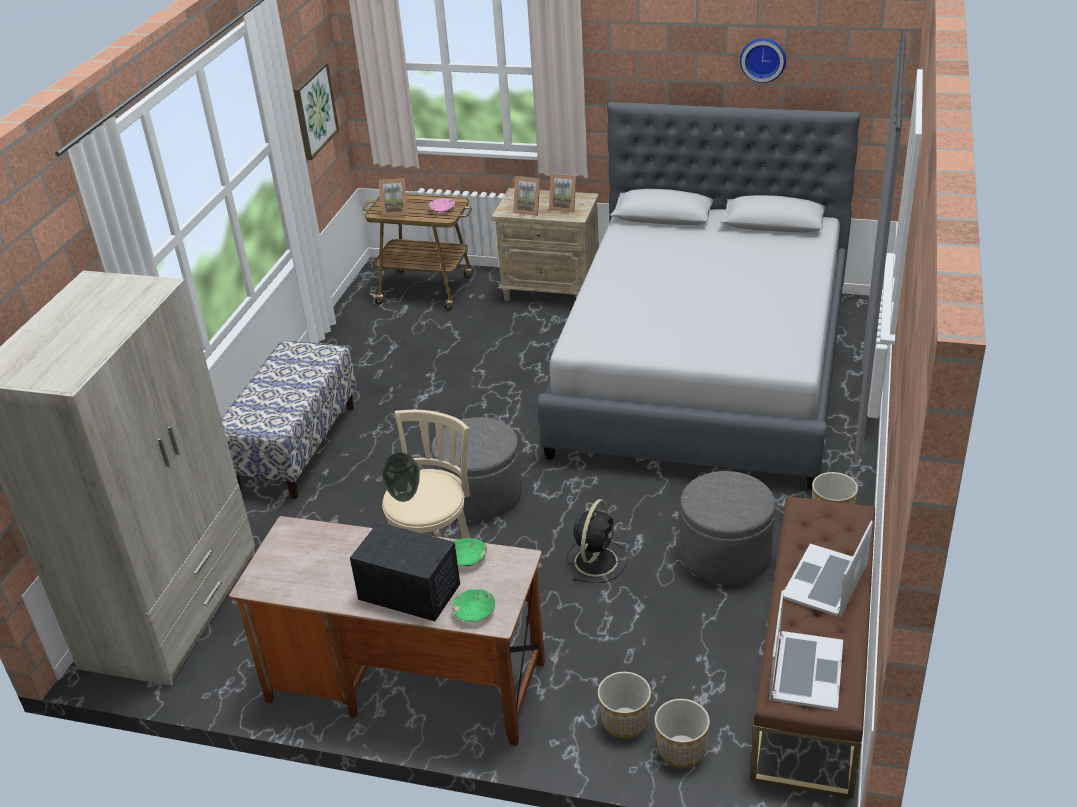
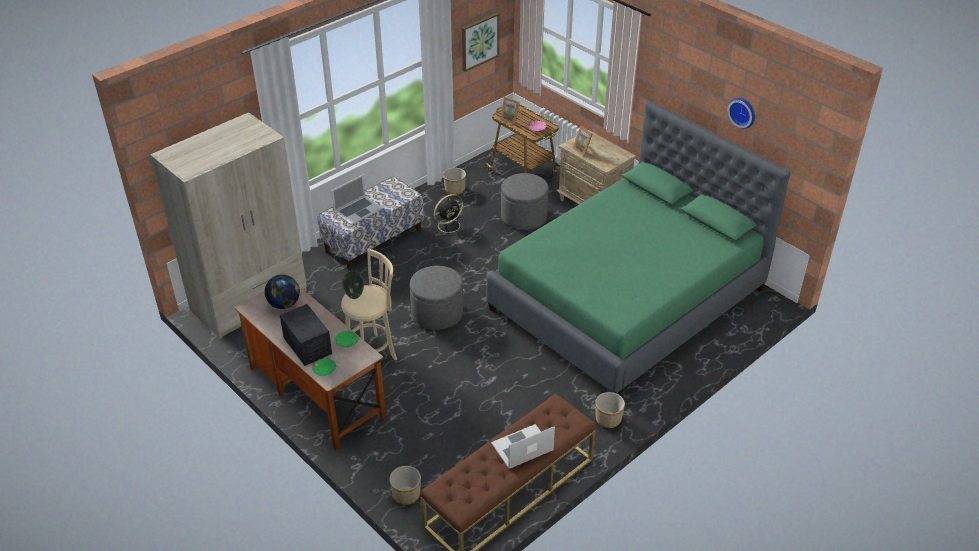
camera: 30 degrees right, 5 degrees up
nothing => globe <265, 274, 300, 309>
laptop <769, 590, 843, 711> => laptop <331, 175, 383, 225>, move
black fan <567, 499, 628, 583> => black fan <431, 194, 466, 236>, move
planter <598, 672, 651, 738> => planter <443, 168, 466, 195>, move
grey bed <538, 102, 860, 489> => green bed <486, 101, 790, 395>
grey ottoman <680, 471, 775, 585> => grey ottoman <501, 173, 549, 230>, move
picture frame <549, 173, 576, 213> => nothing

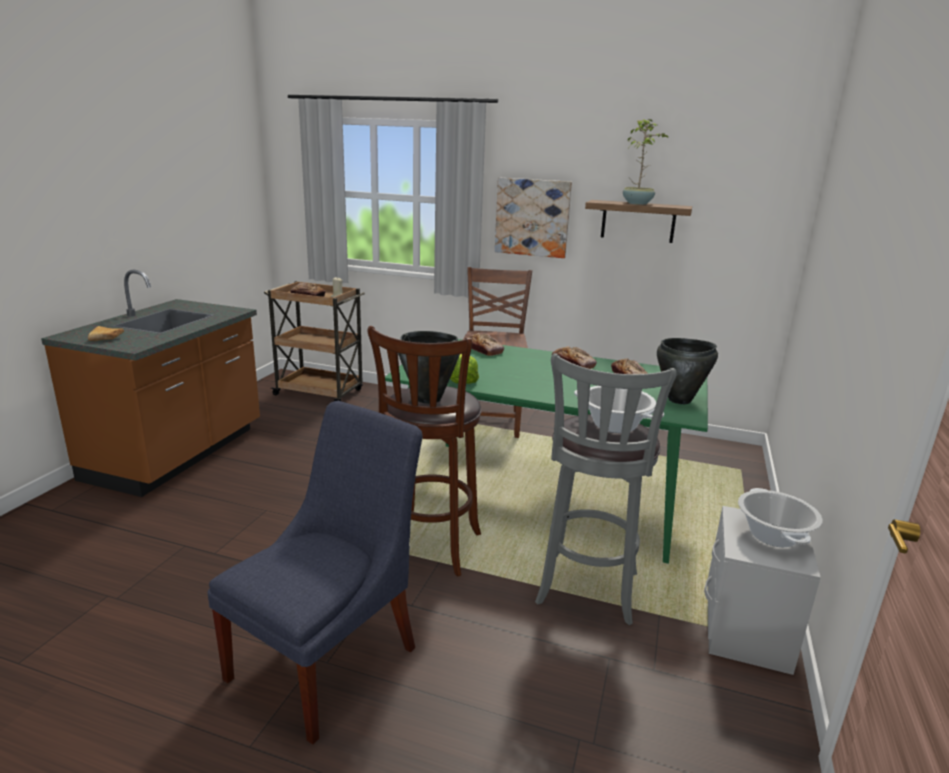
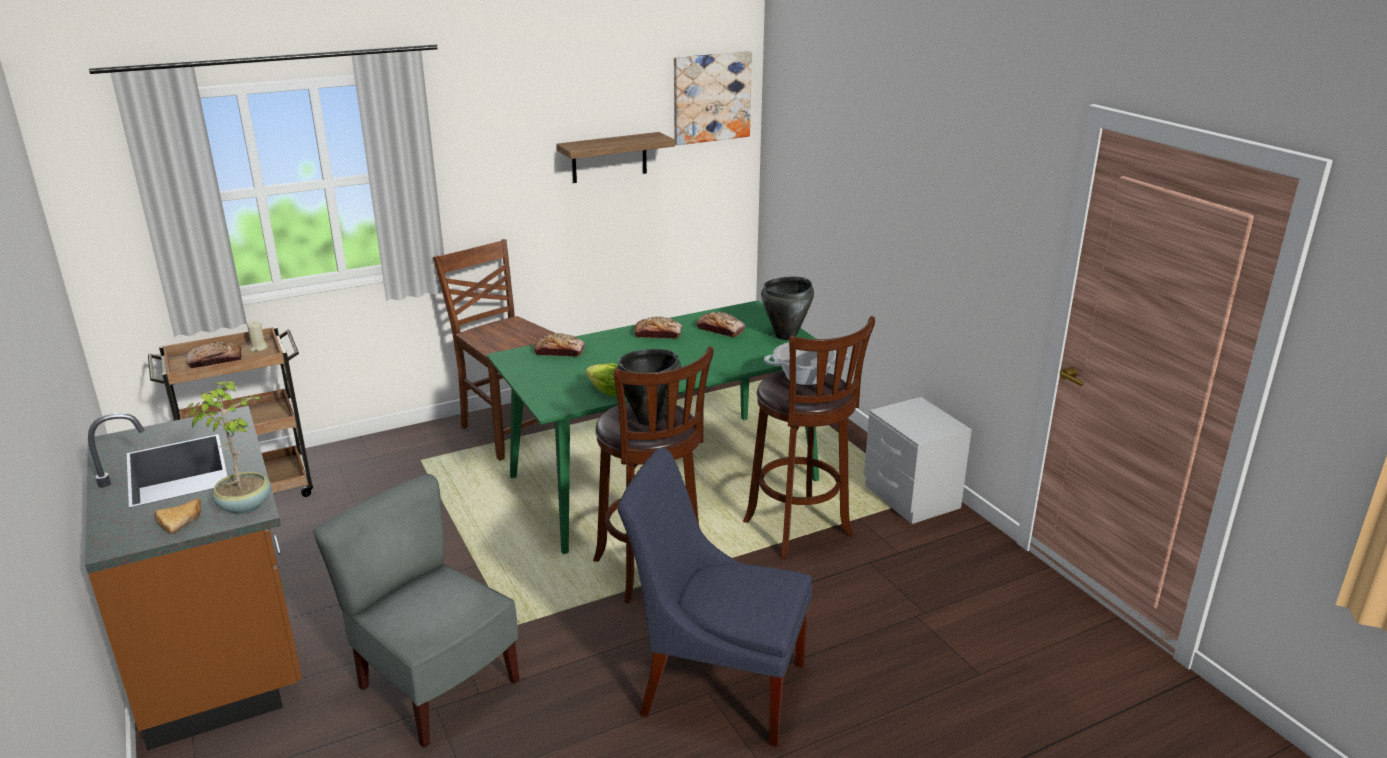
camera: 45 degrees left, 5 degrees up
potted plant <623, 119, 669, 205> => potted plant <186, 381, 271, 515>, move
nothing => grey chair <313, 474, 519, 748>
blue chair <207, 401, 423, 745> => blue chair <618, 448, 812, 747>, 60 degrees counterclockwise
picture <495, 178, 572, 258> => picture <674, 51, 752, 145>, move
grey stool <535, 353, 677, 625> => brown stool <743, 316, 875, 560>
cooking pot <738, 488, 823, 547> => nothing

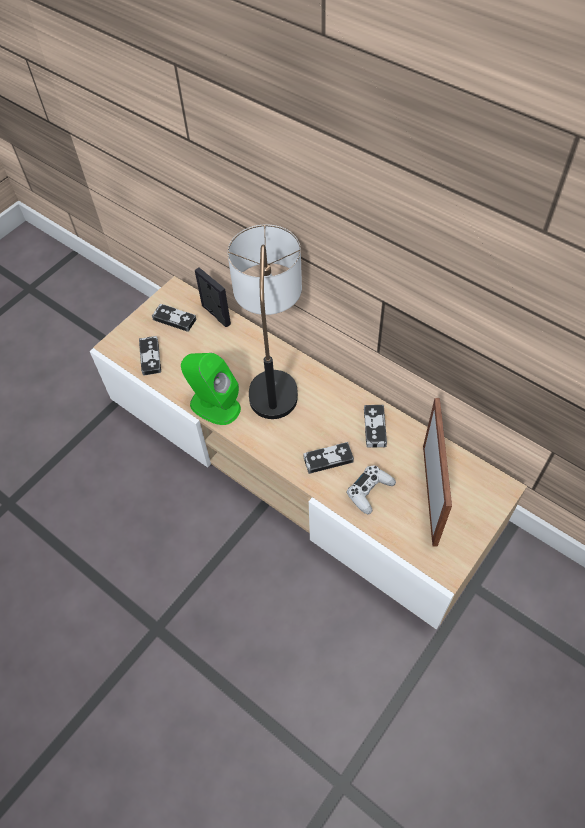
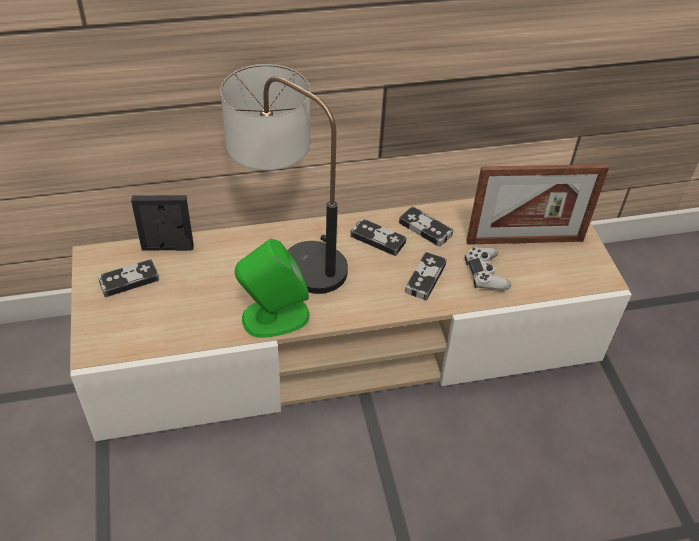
camera: 55 degrees left, 10 degrees down
game controller <139, 336, 161, 376> => game controller <350, 218, 407, 256>, move
picture frame <423, 398, 452, 546> => picture frame <466, 164, 609, 245>, 135 degrees clockwise

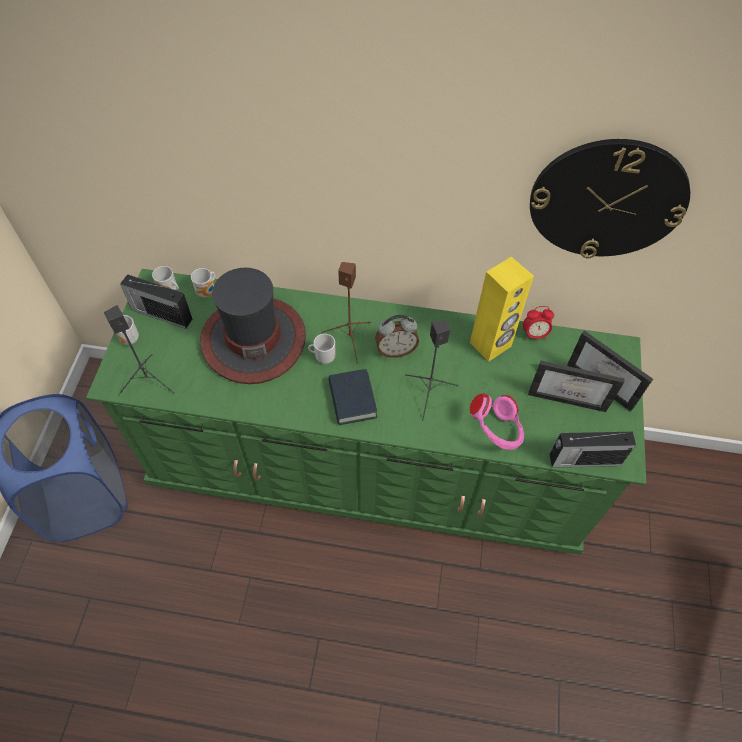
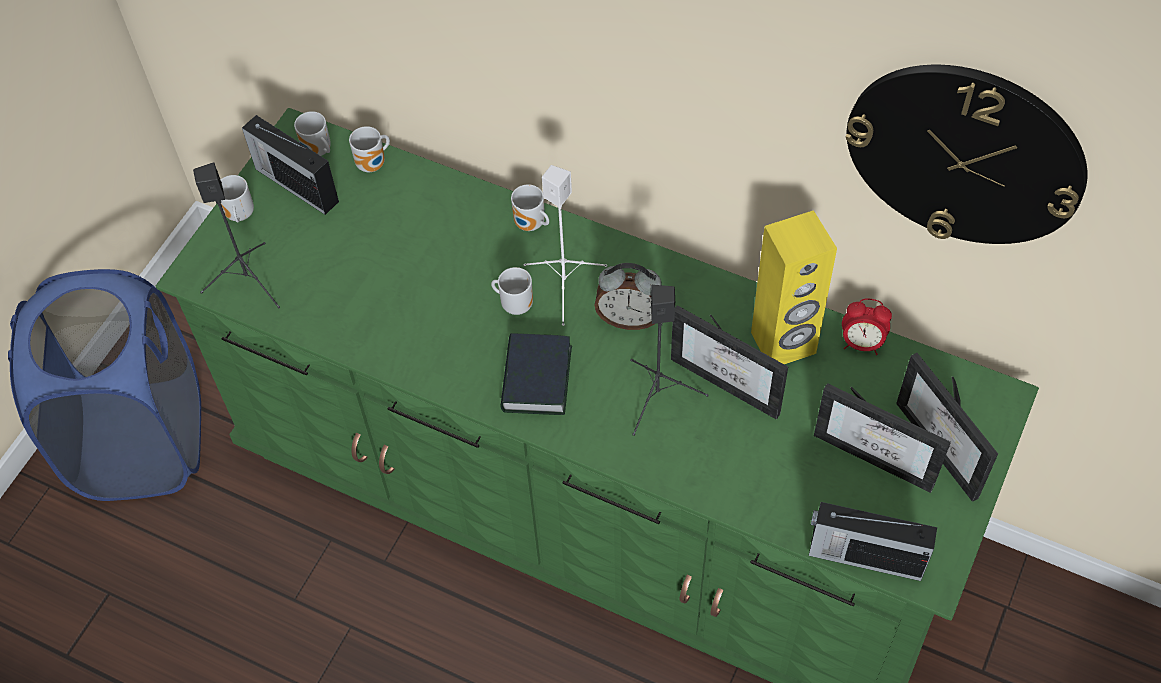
camera: 20 degrees right, 0 degrees up
nothing => mug <511, 184, 549, 231>
brown speaker <321, 262, 372, 364> => white speaker <524, 165, 607, 326>
nothing => picture frame <671, 305, 788, 420>
hat <200, 268, 306, 384> => nothing
pink headphones <470, 393, 524, 450> => nothing

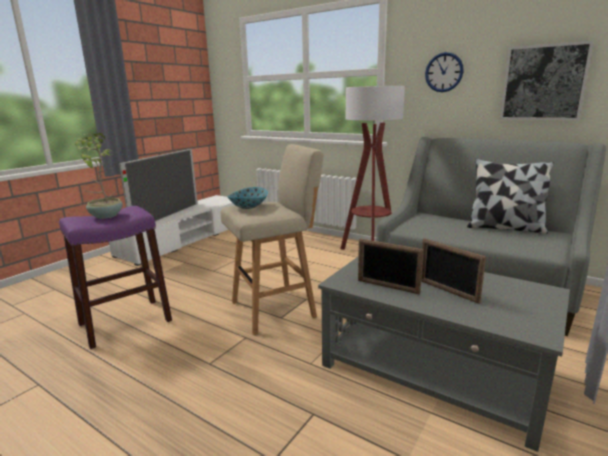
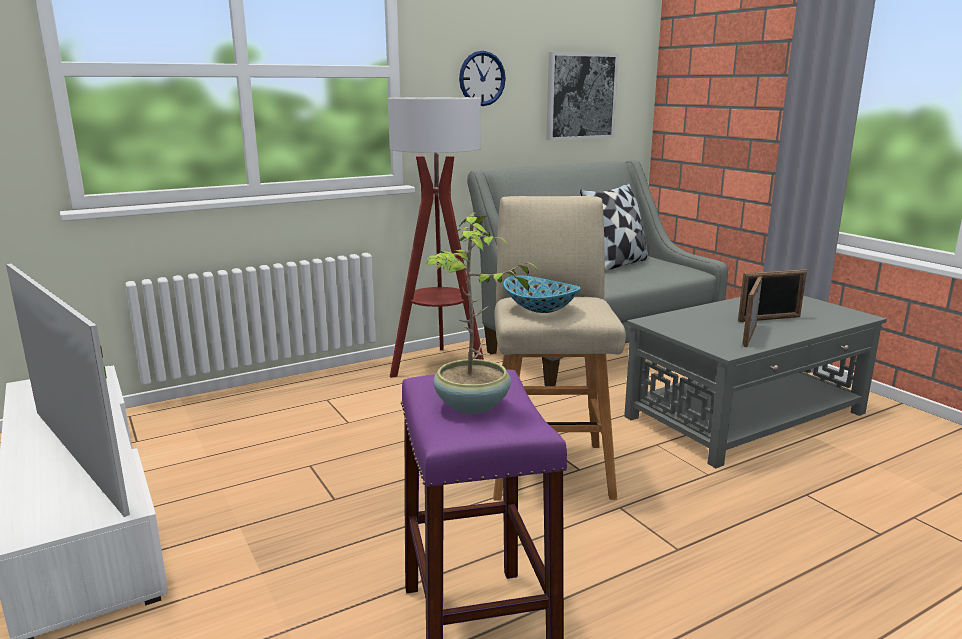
camera: 65 degrees left, 0 degrees up
picture frame <358, 239, 424, 294> => picture frame <742, 276, 762, 347>, 150 degrees clockwise

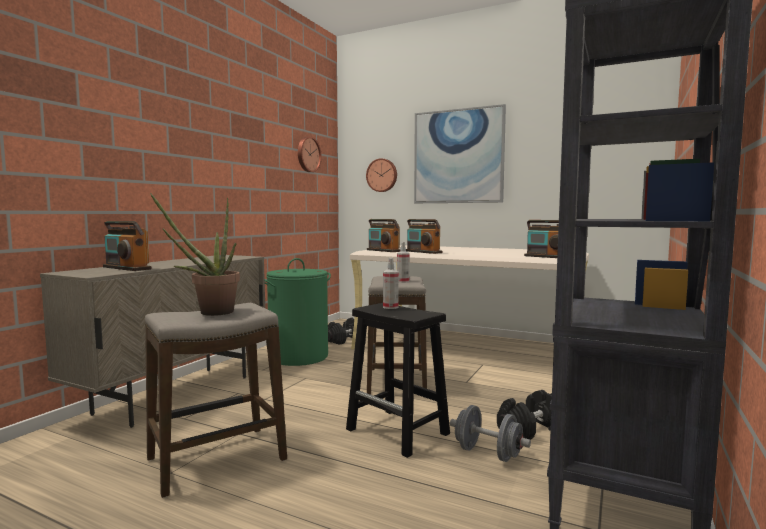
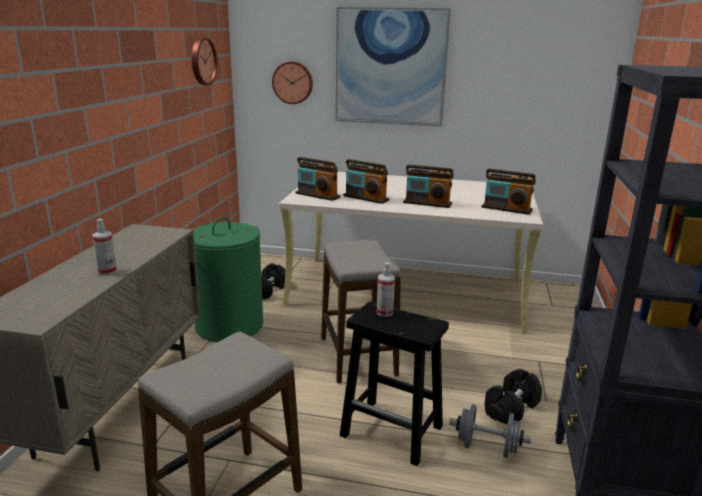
camera: 15 degrees left, 15 degrees up
spray bottle <397, 242, 409, 283> => spray bottle <92, 219, 117, 275>, move
radio <103, 221, 152, 271> => radio <403, 164, 454, 208>, move
potted plant <150, 193, 240, 316> => nothing

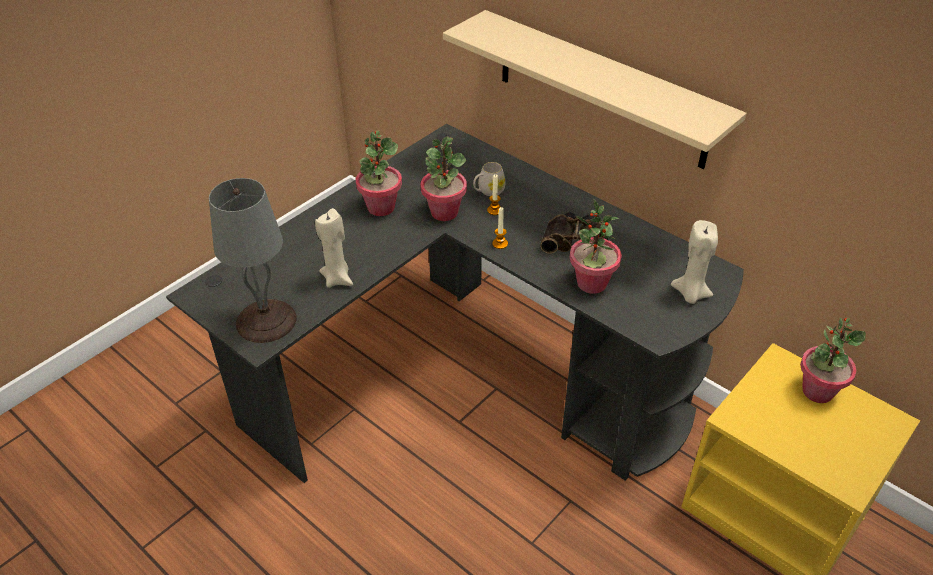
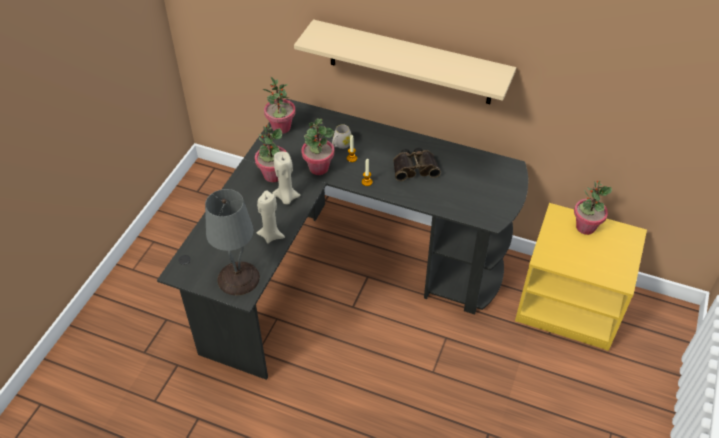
camera: 20 degrees left, 5 degrees up
potted plant <570, 200, 622, 294> => potted plant <262, 77, 295, 134>, move
beige candle <671, 220, 718, 304> => beige candle <272, 152, 300, 204>, move

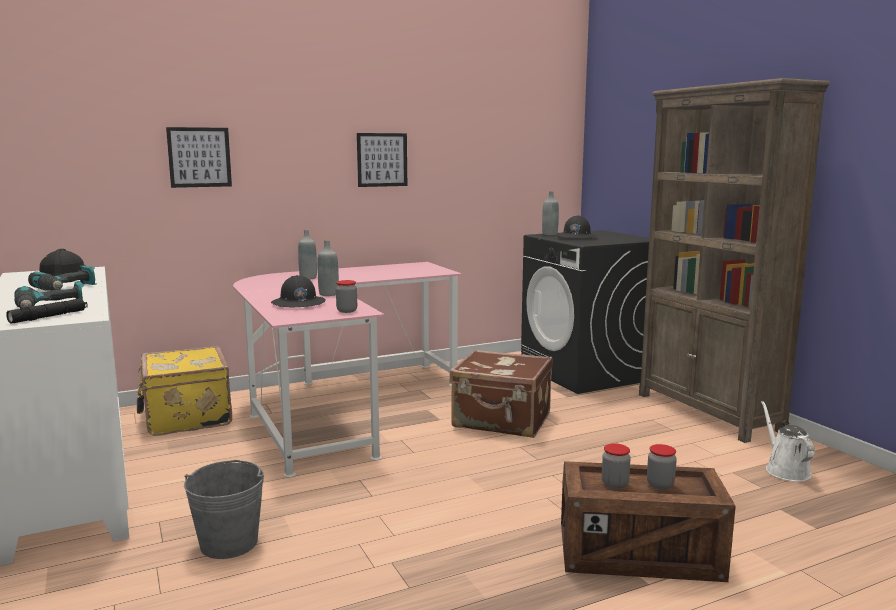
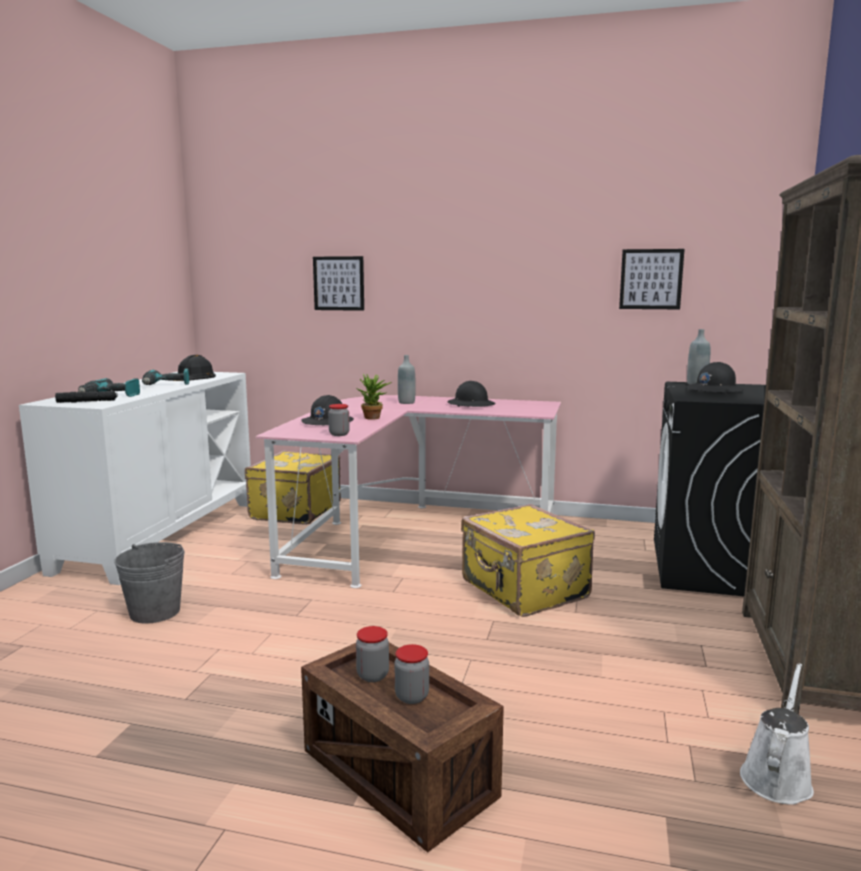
camera: 40 degrees right, 0 degrees up
grey bottle <317, 240, 339, 296> => potted plant <357, 374, 392, 420>
nothing => black hard hat <448, 381, 495, 407>
brown suitcase <449, 349, 553, 438> => yellow suitcase <461, 504, 595, 617>
picture <357, 133, 407, 187> => picture <619, 249, 684, 309>, move

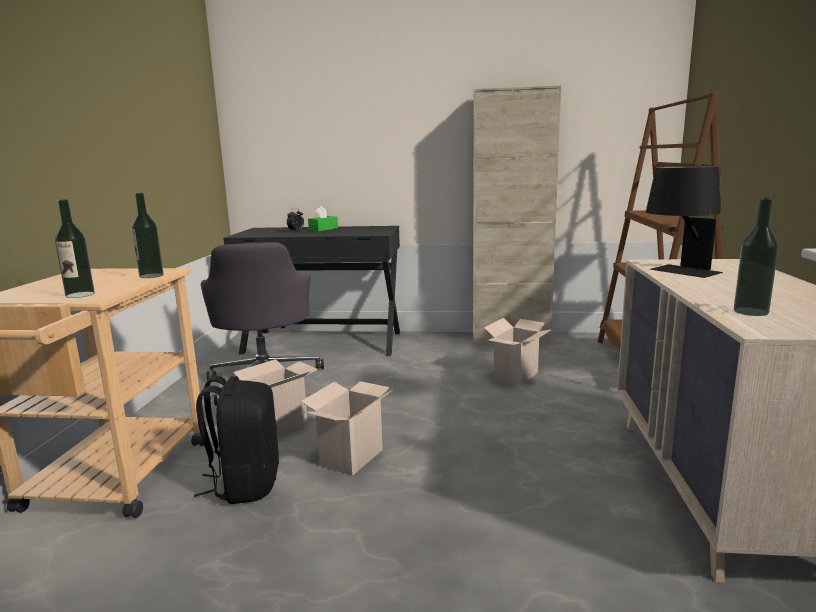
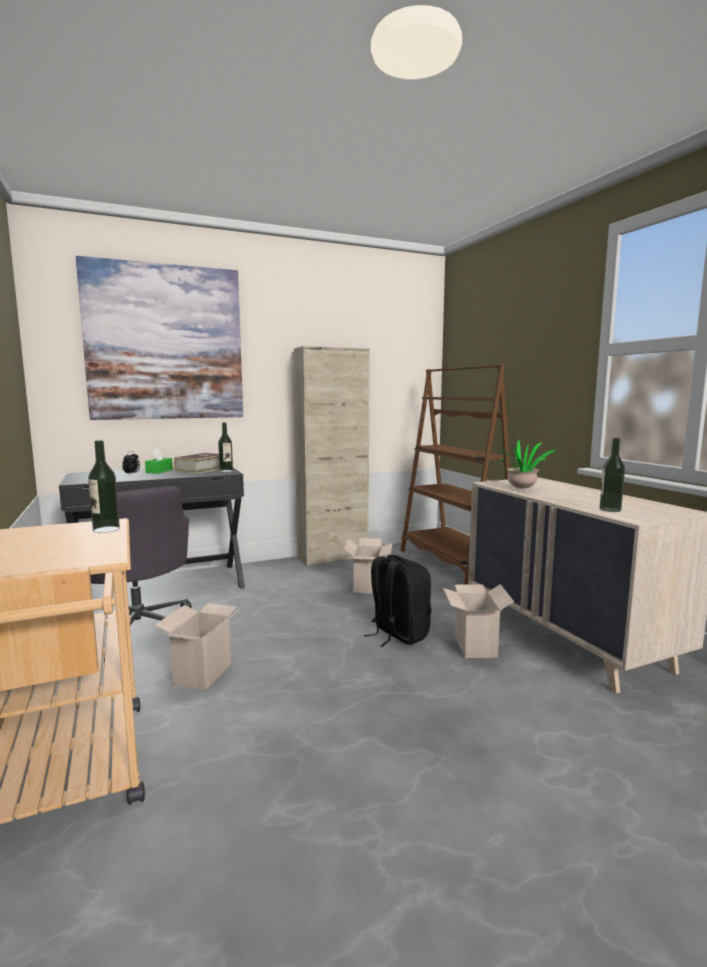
camera: 30 degrees left, 5 degrees down
nothing => picture <76, 256, 243, 420>
nothing => book <174, 453, 219, 474>
bottle <55, 200, 95, 298> => bottle <218, 423, 233, 472>, move
black backpack <194, 376, 279, 504> => black backpack <364, 555, 431, 647>, move
cardboard box <301, 381, 392, 476> => cardboard box <443, 584, 514, 658>, move
black table lamp <646, 166, 723, 278> => potted plant <497, 440, 557, 488>

